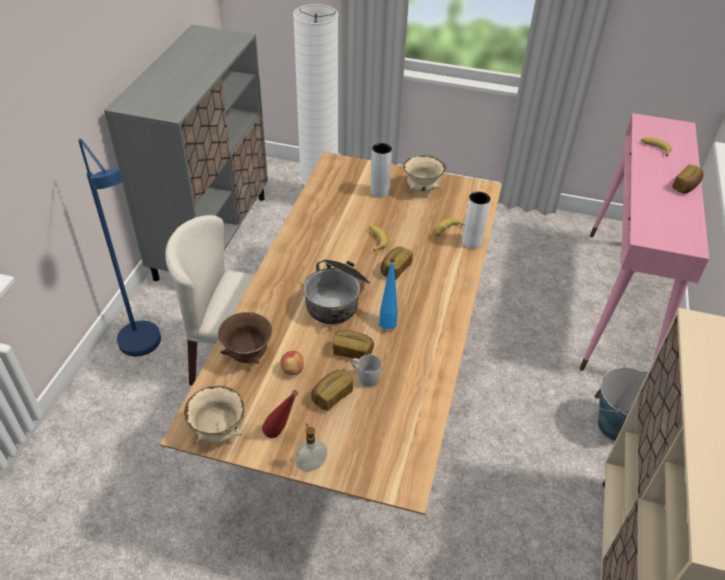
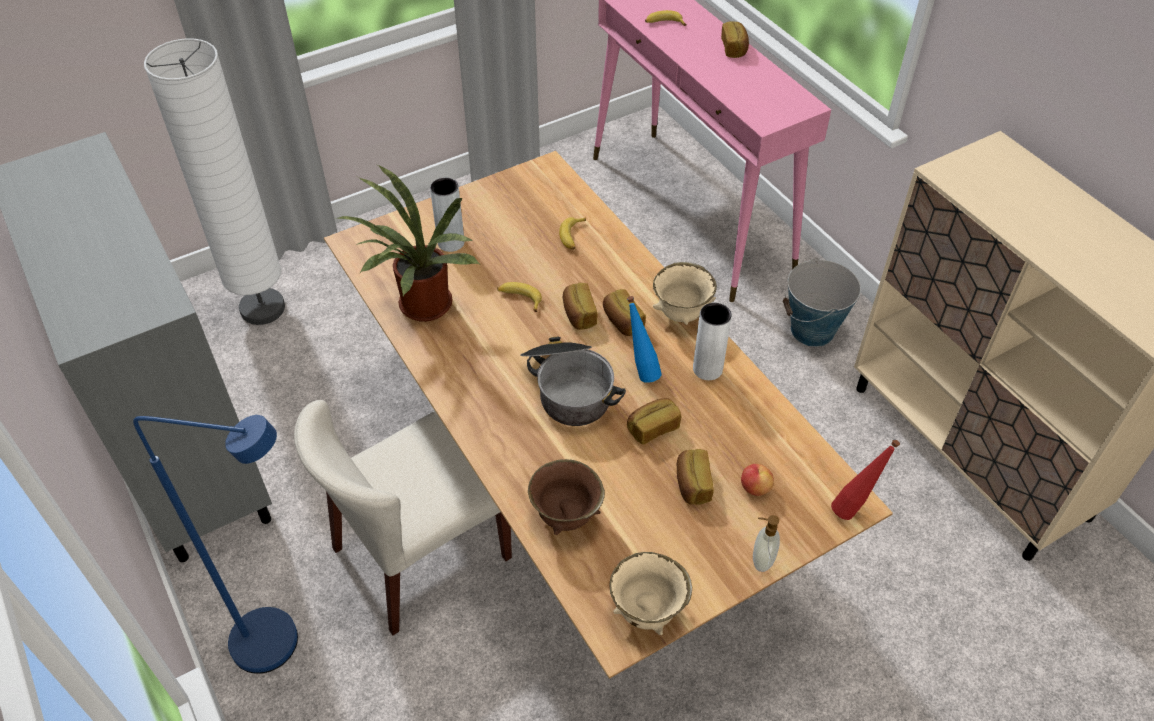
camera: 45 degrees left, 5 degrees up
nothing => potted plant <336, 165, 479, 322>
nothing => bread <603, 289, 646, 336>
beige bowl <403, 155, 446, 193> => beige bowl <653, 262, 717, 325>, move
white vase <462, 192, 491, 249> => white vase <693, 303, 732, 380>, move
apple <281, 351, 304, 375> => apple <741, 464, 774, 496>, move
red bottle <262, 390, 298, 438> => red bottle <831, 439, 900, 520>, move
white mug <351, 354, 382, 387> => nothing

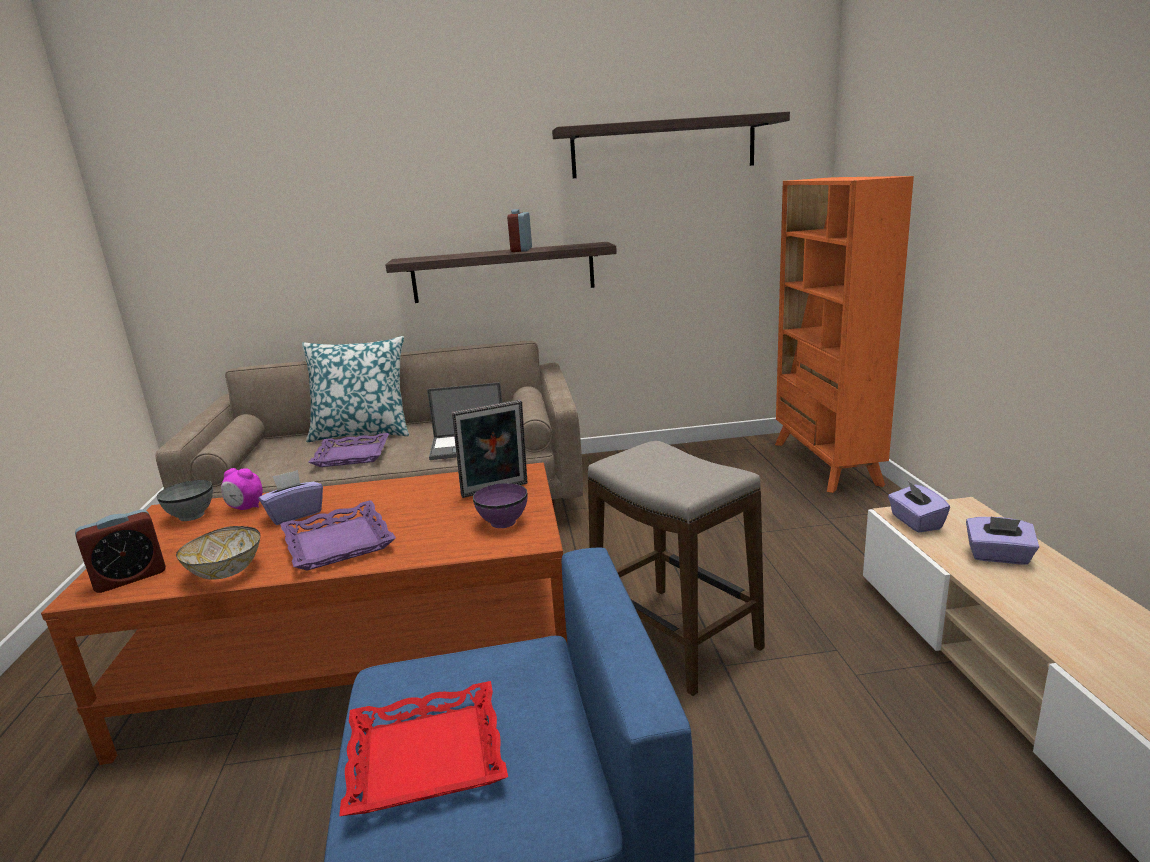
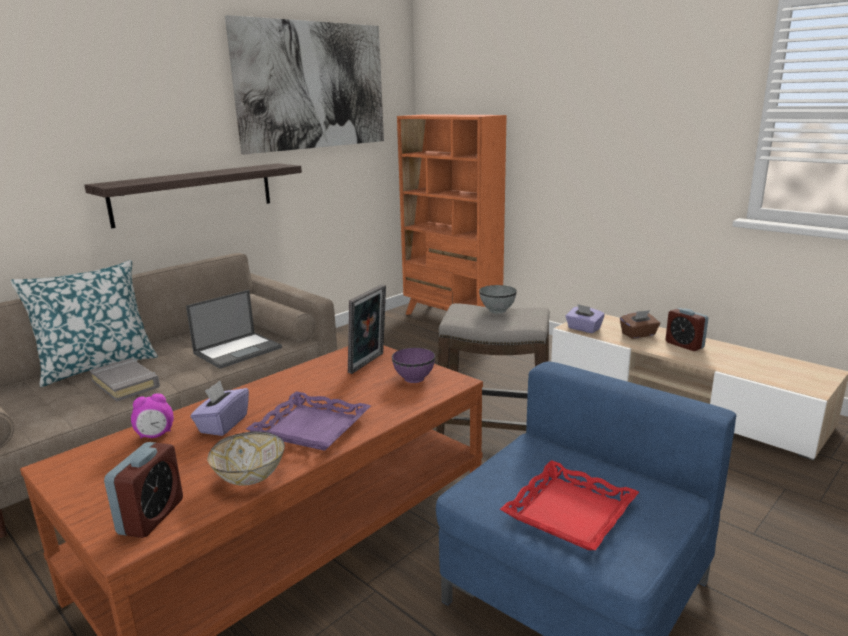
camera: 40 degrees left, 0 degrees up
purple tray <308, 433, 389, 467> => grey book <90, 358, 160, 401>
shelf <552, 112, 790, 178> => picture <225, 15, 384, 154>
grey bowl <156, 480, 213, 521> => grey bowl <479, 285, 517, 313>, move
purple tissue box <966, 517, 1039, 565> => brown tissue box <620, 310, 660, 339>
alarm clock <507, 209, 532, 252> => alarm clock <665, 308, 708, 351>, move

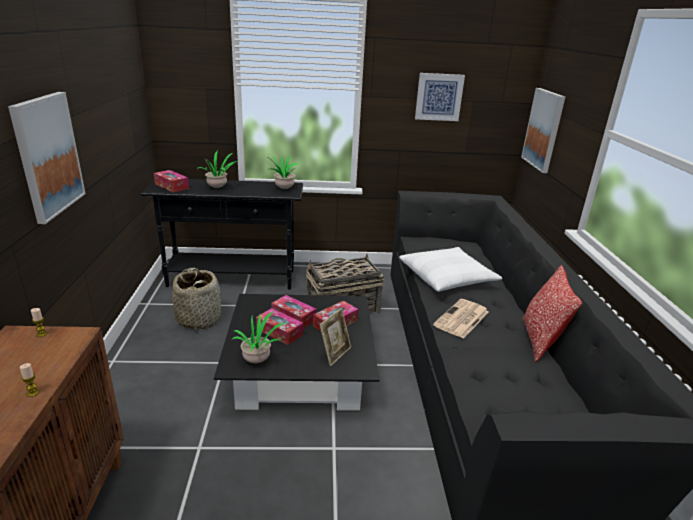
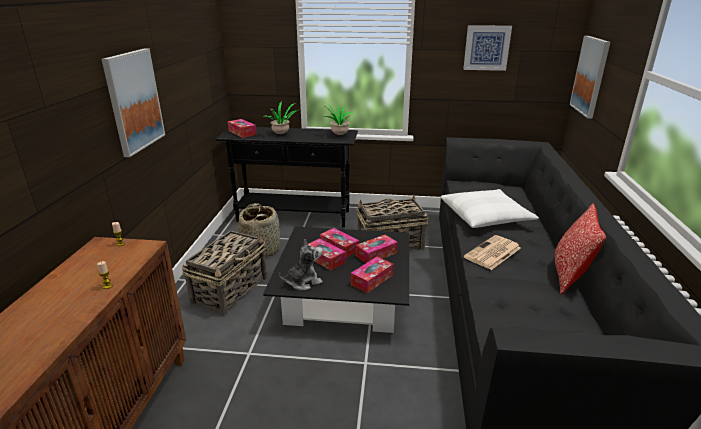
camera: 10 degrees right, 0 degrees up
nothing => basket <182, 230, 267, 316>
potted plant <231, 312, 287, 363> => plush toy <279, 239, 323, 290>
picture frame <320, 308, 351, 366> => tissue box <351, 257, 394, 293>

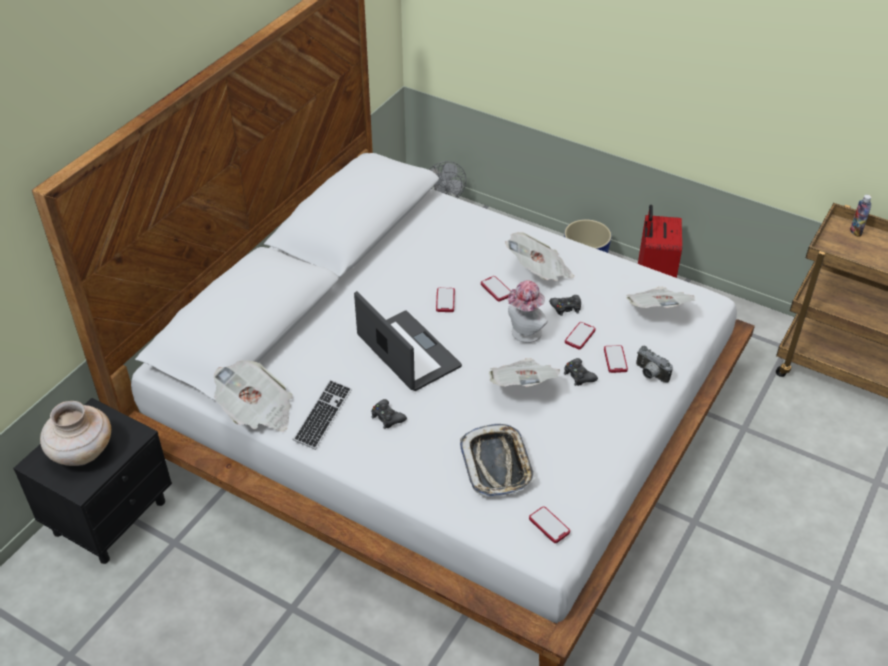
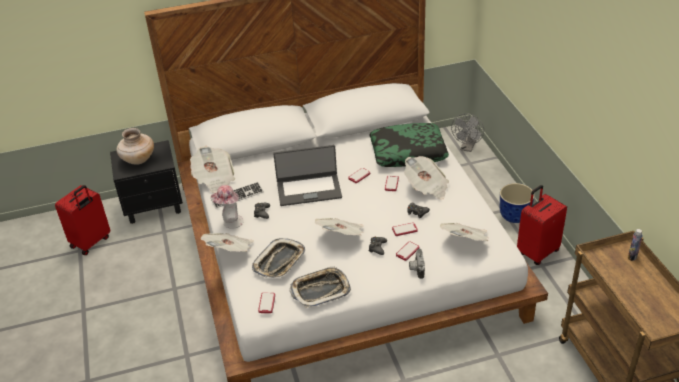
camera: 45 degrees right, 5 degrees down
nothing => red suitcase <55, 185, 110, 255>
nothing => newspaper <201, 233, 253, 252>
hat <508, 281, 548, 343> => hat <211, 185, 244, 229>, move
laptop <354, 291, 462, 391> => laptop <273, 145, 342, 206>, 75 degrees clockwise
nothing => tray <290, 266, 351, 308>
nothing => pillow <369, 123, 449, 167>

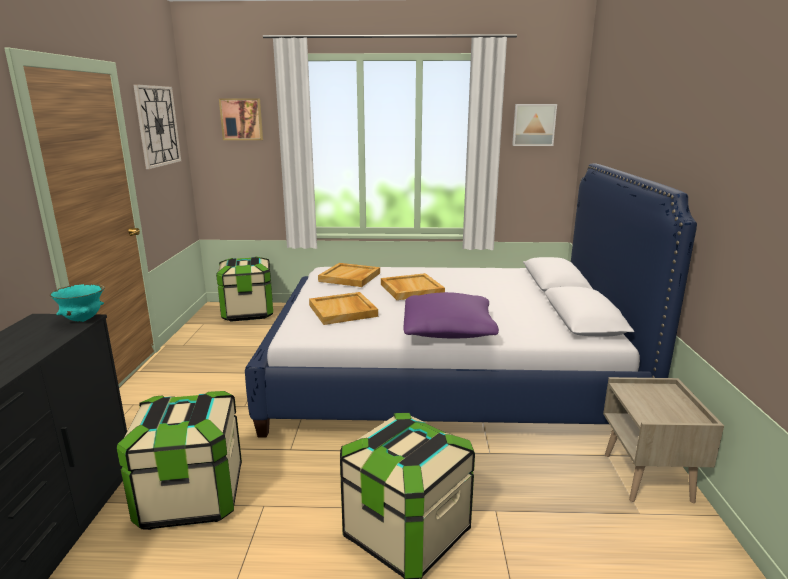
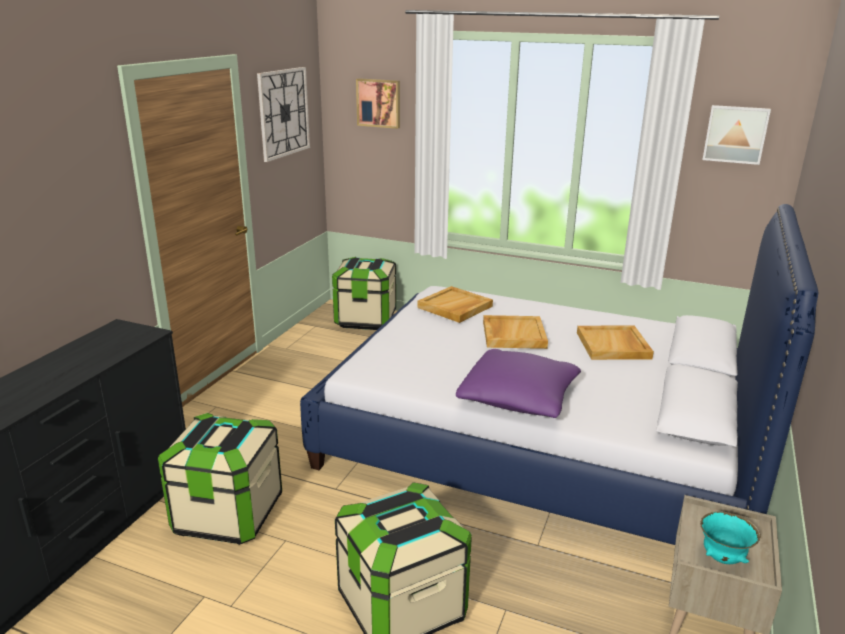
camera: 20 degrees right, 5 degrees up
beige tray <309, 292, 378, 325> => beige tray <577, 326, 654, 360>, move
turquoise bowl <50, 284, 105, 322> => turquoise bowl <700, 512, 761, 564>, move

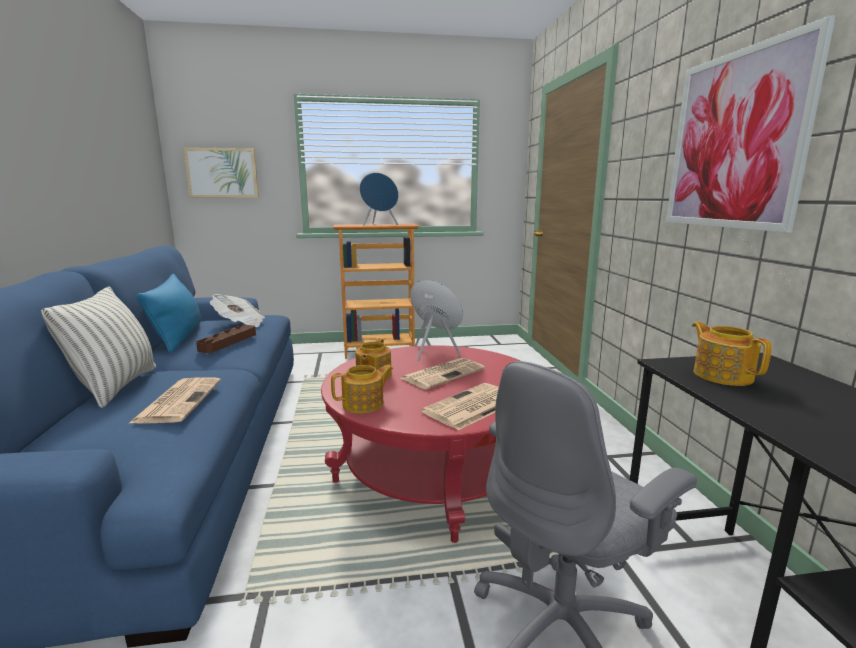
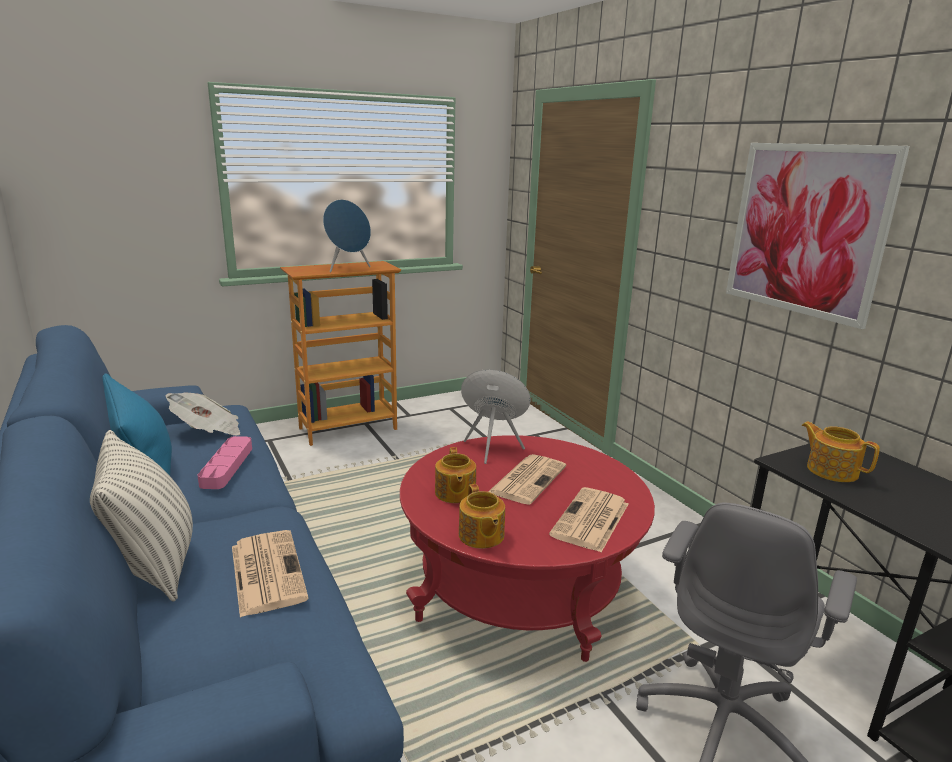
camera: 20 degrees left, 5 degrees up
brown tray <196, 325, 256, 353> => pink tray <197, 436, 252, 489>
teapot <331, 365, 393, 413> => teapot <459, 484, 505, 549>, 120 degrees clockwise
picture <183, 147, 259, 198> => nothing

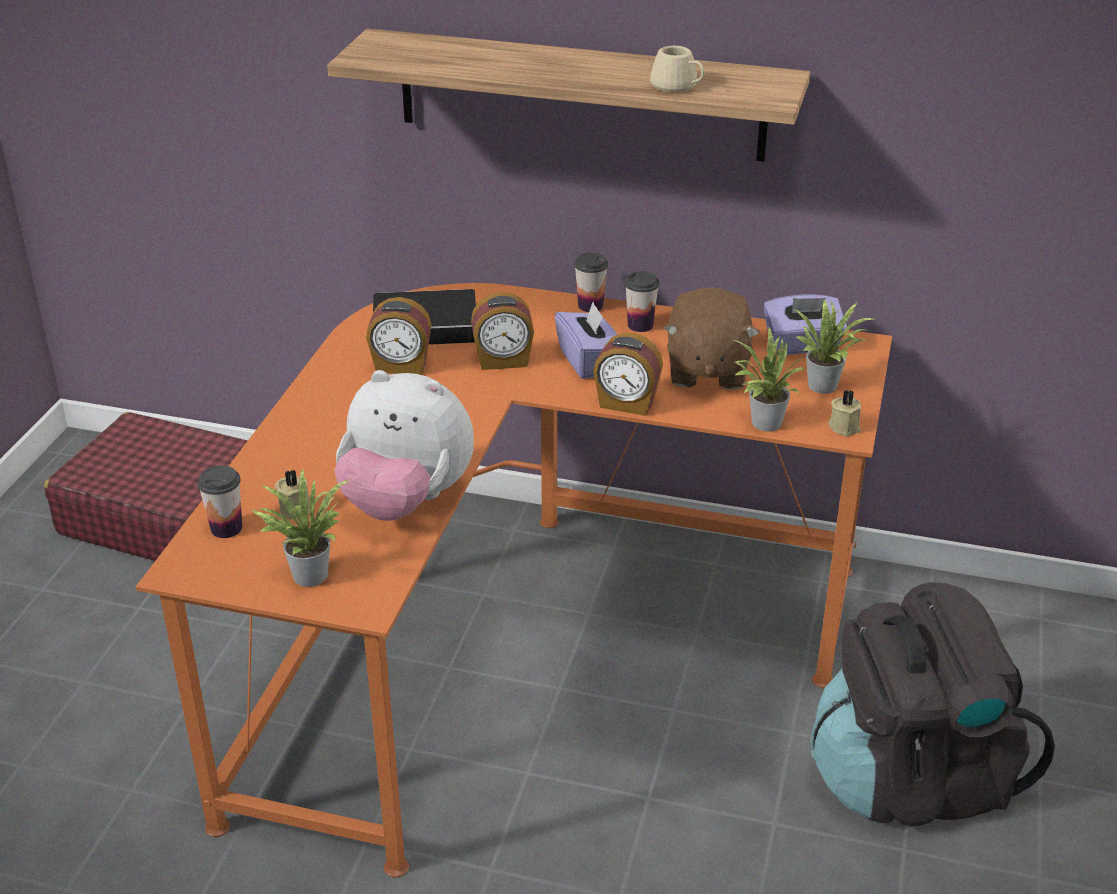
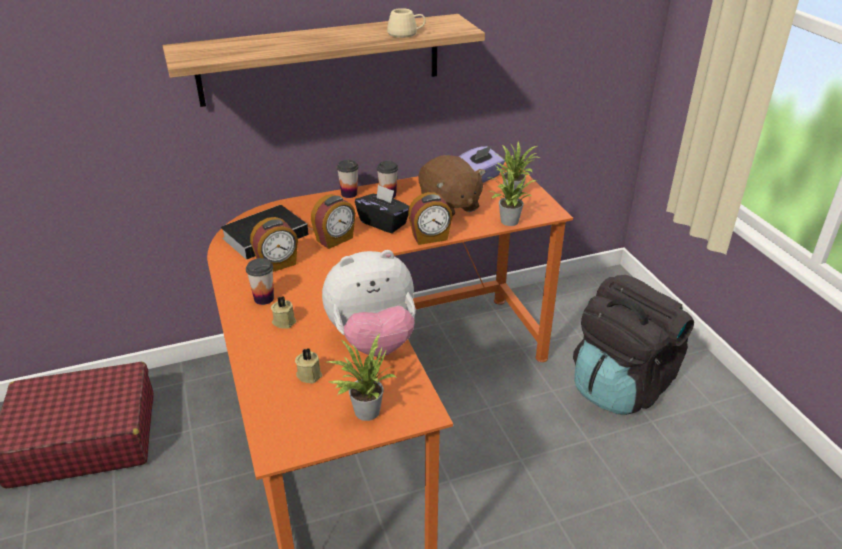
camera: 35 degrees left, 0 degrees up
cup <197, 465, 242, 538> => cup <246, 258, 274, 305>, move
beige candle <828, 389, 861, 436> => beige candle <271, 296, 296, 329>, move
purple tissue box <555, 302, 617, 379> => black tissue box <355, 185, 409, 233>

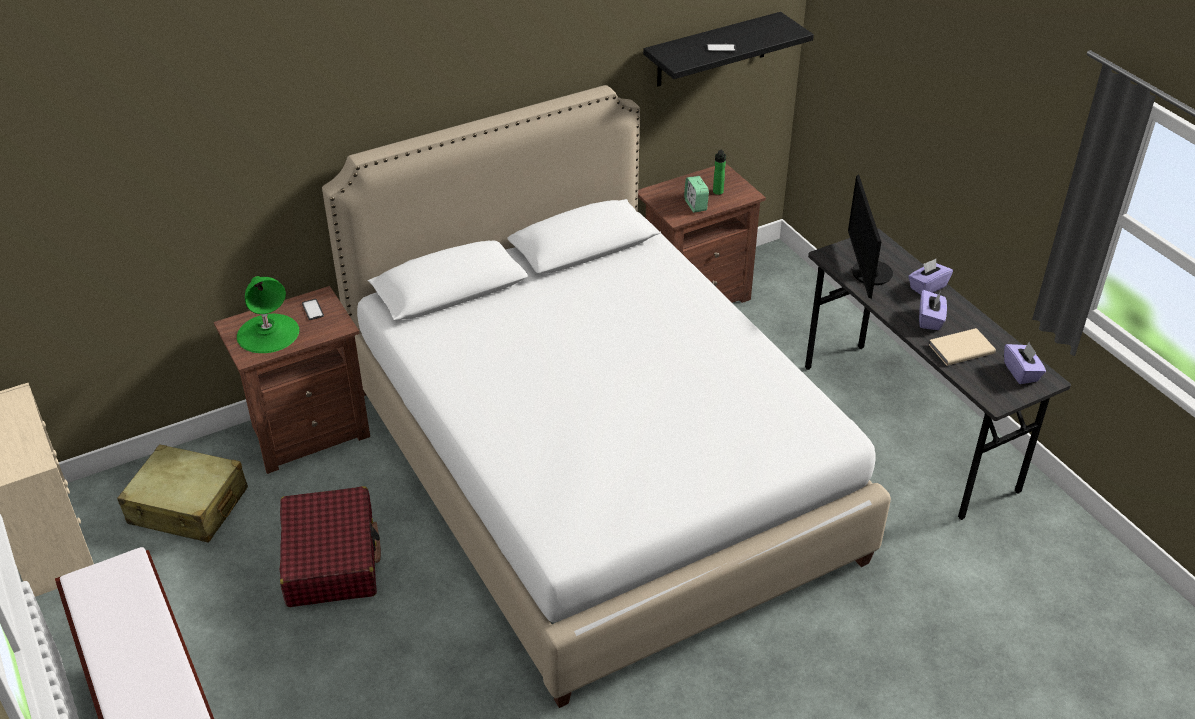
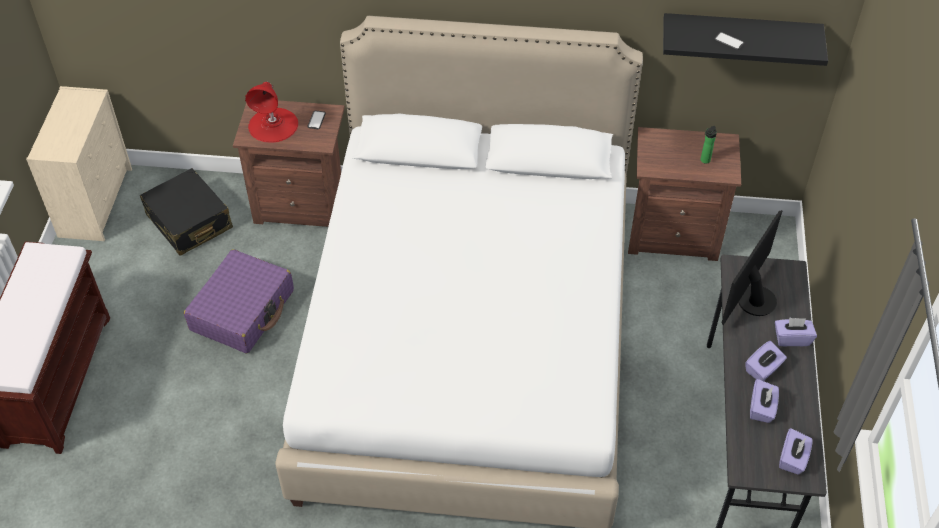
camera: 35 degrees right, 10 degrees up
beige suitcase <117, 444, 248, 543> => black suitcase <140, 168, 233, 256>
red suitcase <280, 486, 381, 607> => purple suitcase <184, 249, 294, 353>
green table lamp <237, 276, 299, 353> => red table lamp <245, 82, 298, 143>
beige book <929, 328, 996, 366> => purple tissue box <750, 379, 779, 423>
alarm clock <684, 176, 709, 213> => nothing

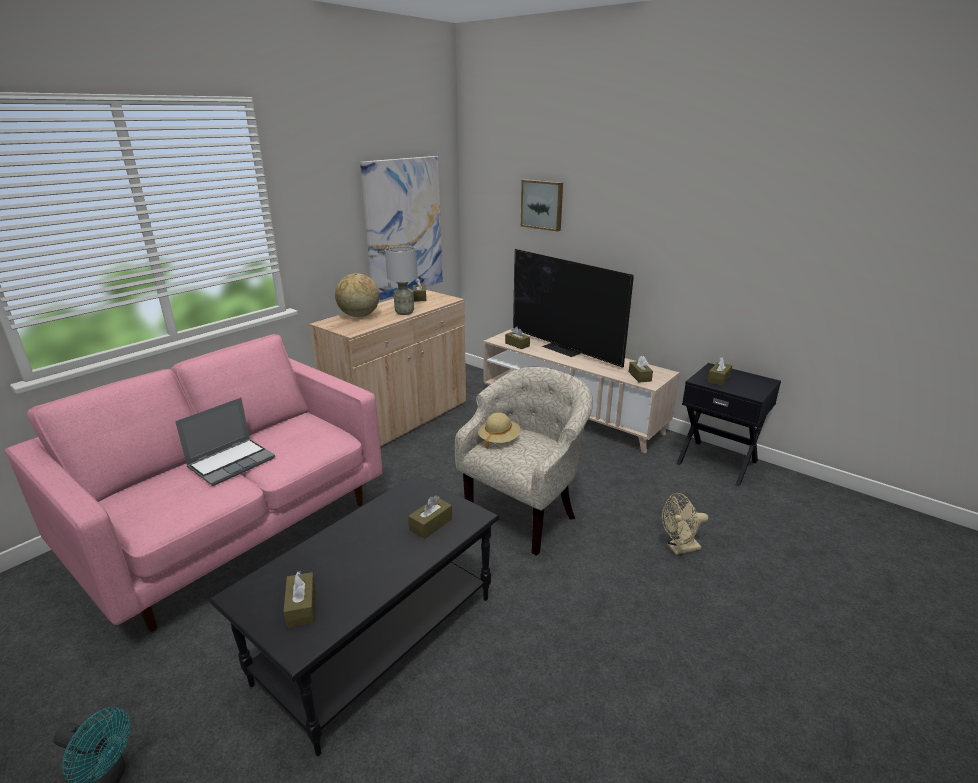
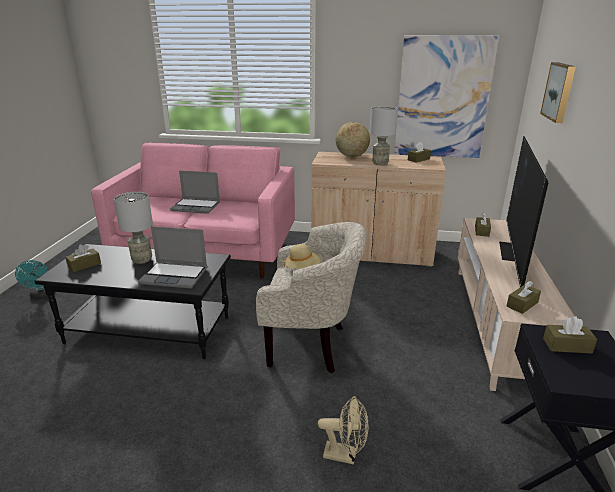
camera: 60 degrees right, 0 degrees up
nothing => grey table lamp <114, 192, 153, 264>
brown tissue box <408, 495, 452, 539> => laptop <138, 226, 207, 289>
beige fan <662, 493, 708, 555> => beige fan <318, 396, 369, 465>, 150 degrees clockwise

